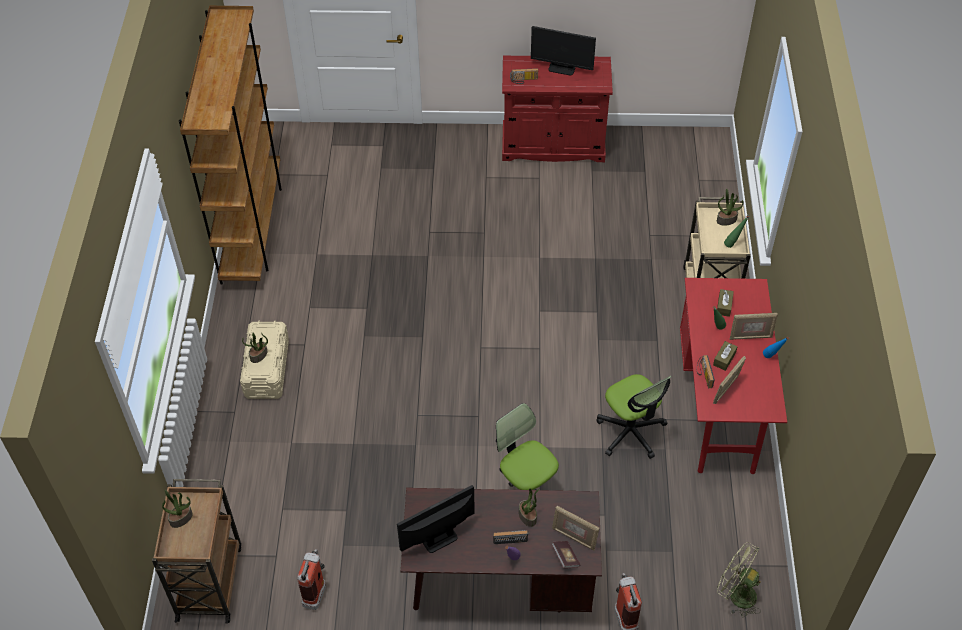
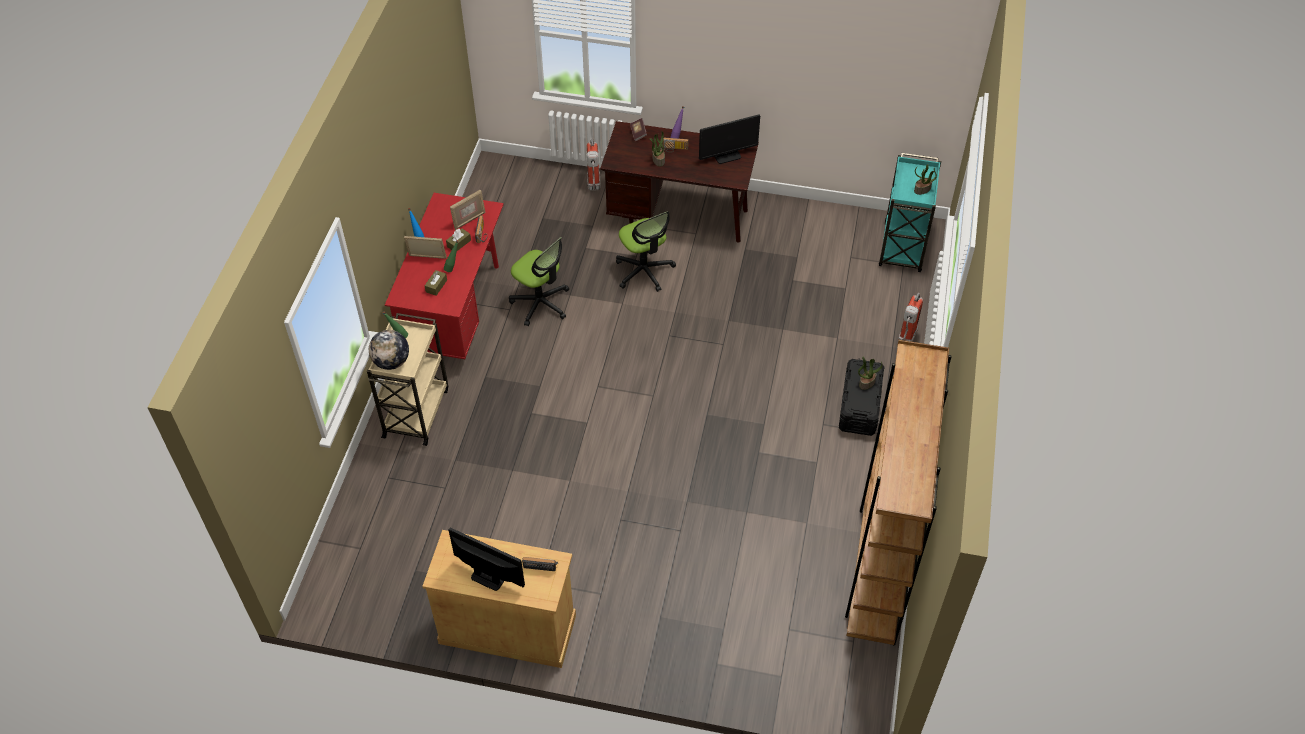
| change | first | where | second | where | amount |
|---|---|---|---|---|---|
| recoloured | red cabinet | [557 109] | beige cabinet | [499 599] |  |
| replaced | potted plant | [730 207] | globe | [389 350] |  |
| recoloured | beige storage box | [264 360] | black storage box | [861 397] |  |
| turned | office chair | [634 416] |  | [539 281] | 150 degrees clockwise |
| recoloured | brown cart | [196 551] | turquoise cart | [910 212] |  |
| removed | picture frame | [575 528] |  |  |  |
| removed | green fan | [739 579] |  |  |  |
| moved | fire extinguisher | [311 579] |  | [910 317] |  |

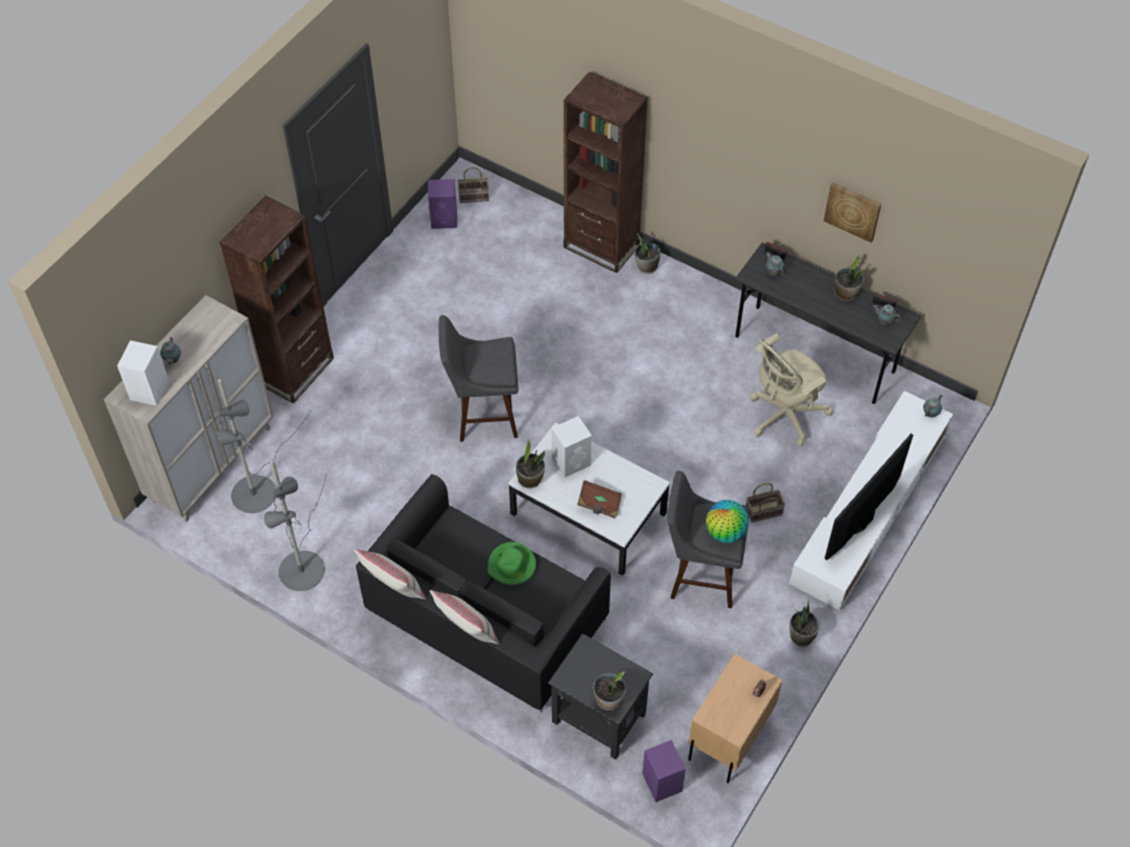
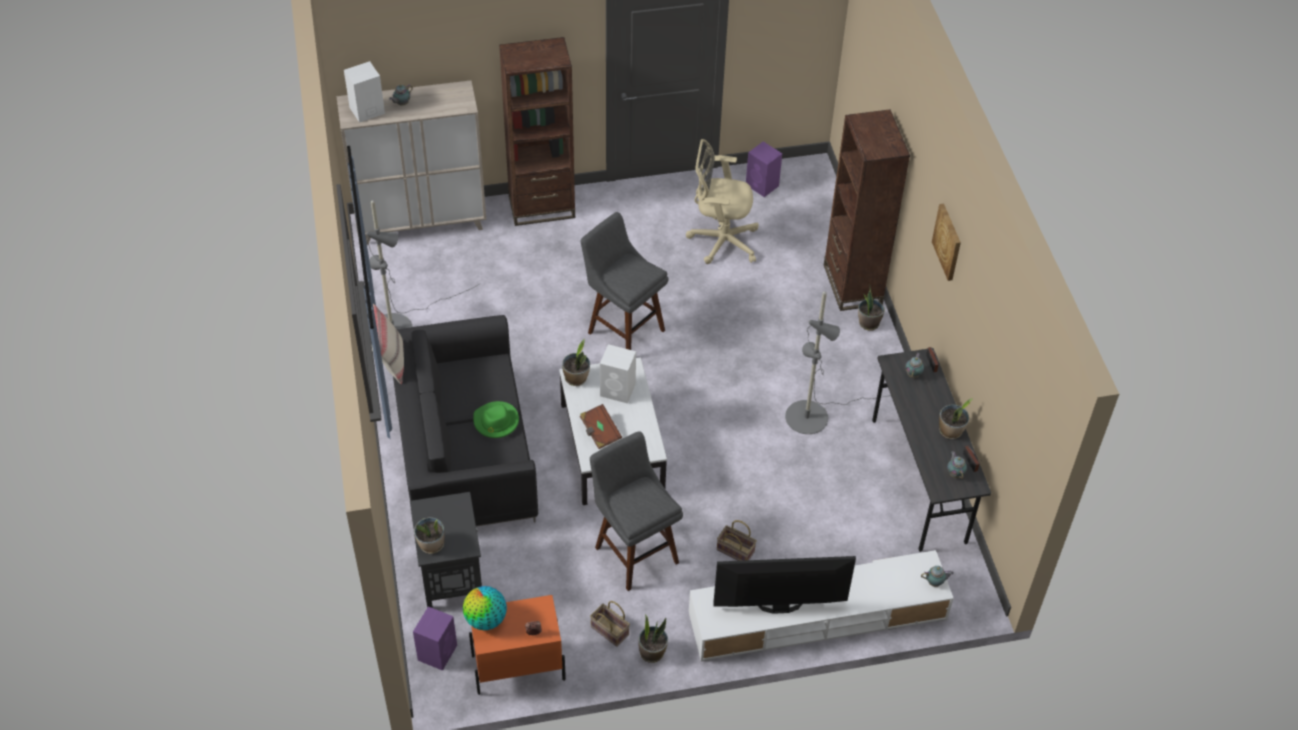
| change | first | where | second | where | amount |
|---|---|---|---|---|---|
| moved | basket | [473 185] |  | [610 624] |  |
| moved | picture | [852 212] |  | [946 242] |  |
| moved | beige office chair | [791 390] |  | [722 201] |  |
| moved | grey floor lamp | [264 446] |  | [838 362] |  |
| moved | globe | [727 521] |  | [485 608] |  |
| removed | beige pillow | [465 617] |  |  |  |
| recoloured | beige nightstand | [735 718] | orange nightstand | [517 645] |  |

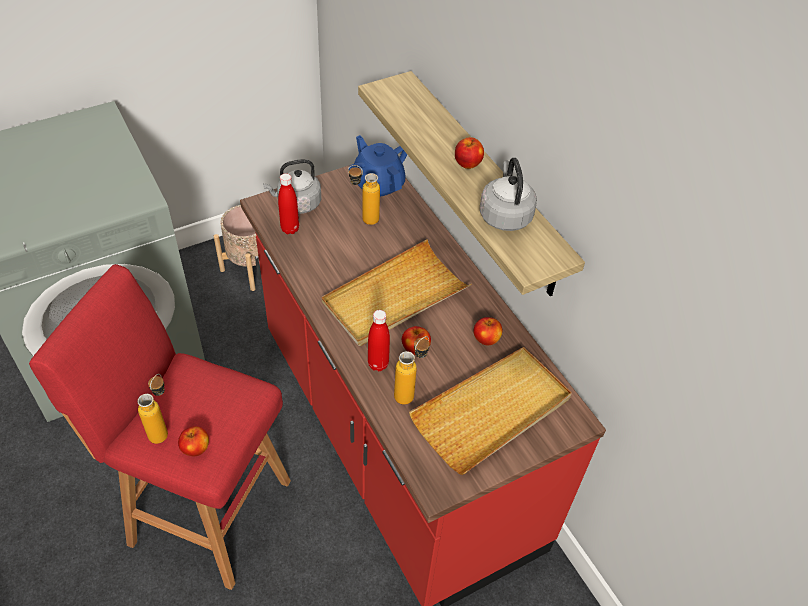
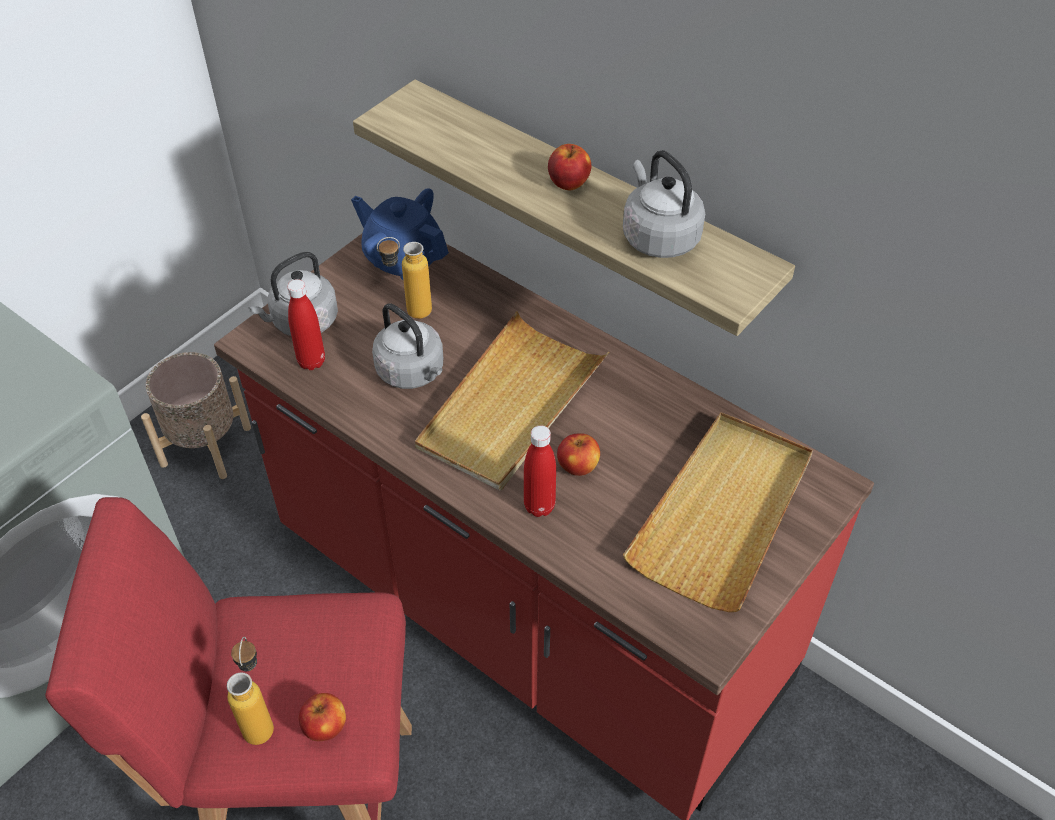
| change | first | where | second | where | amount |
|---|---|---|---|---|---|
| removed | apple | [488 331] |  |  |  |
| removed | bottle | [412 370] |  |  |  |
| added |  |  | grey kettle | [407 346] |  |

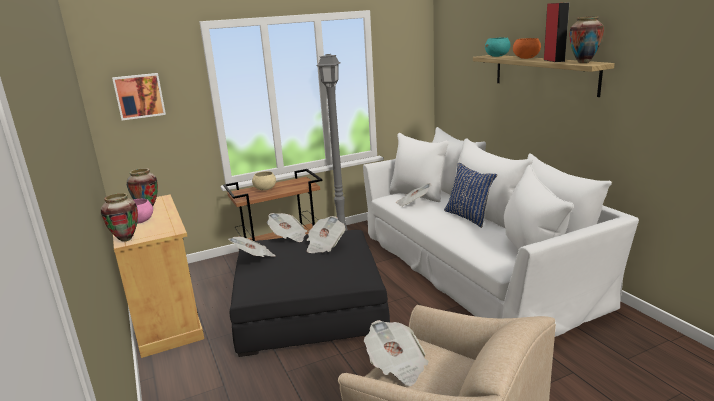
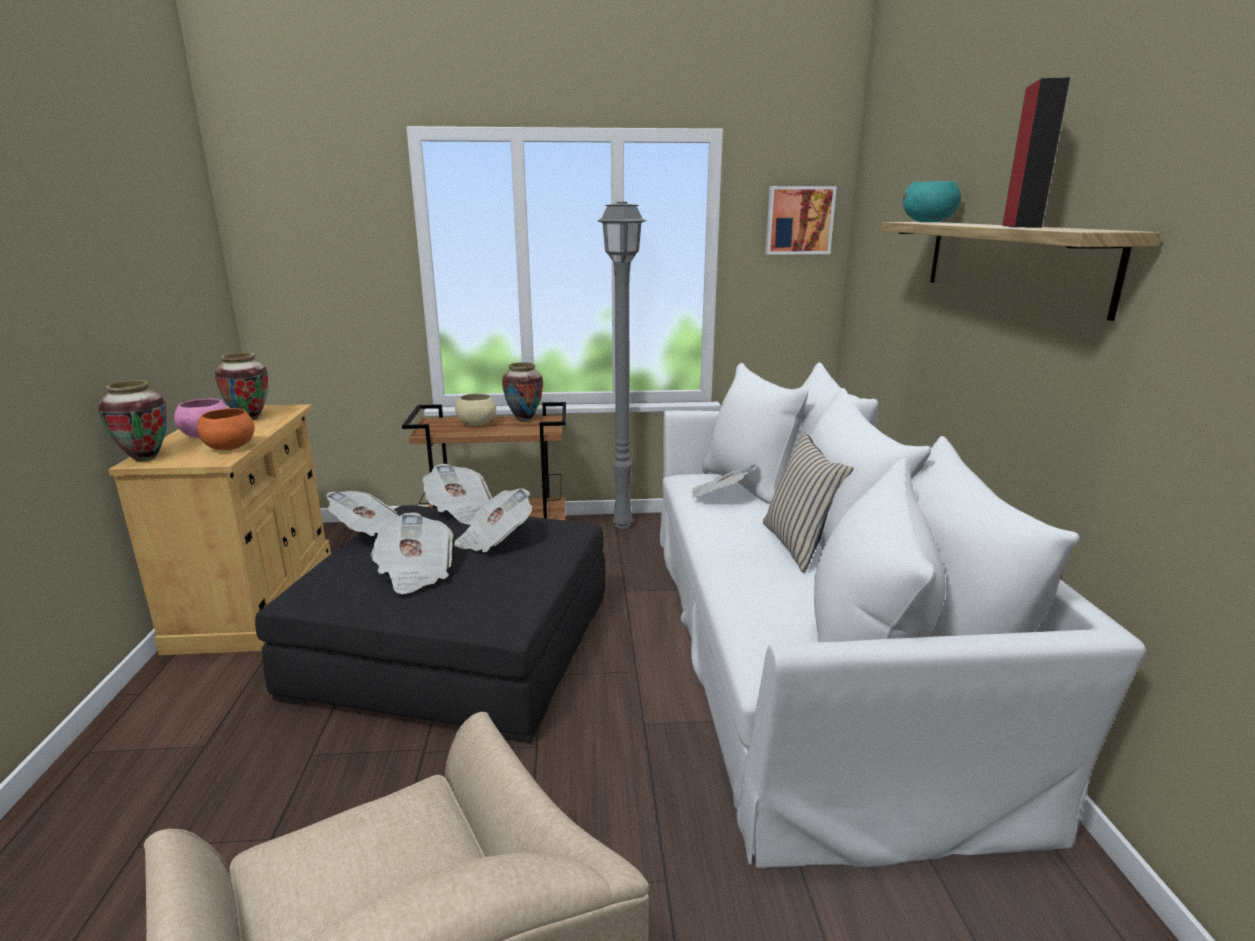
| change | first | where | second | where | amount |
|---|---|---|---|---|---|
| moved | vase | [586 39] |  | [522 391] |  |
| moved | orange bowl | [527 48] |  | [226 429] |  |
| moved | picture | [139 96] |  | [801 220] |  |
| recoloured | blue pillow | [471 195] | beige pillow | [808 502] |  |
| moved | newspaper | [396 353] |  | [412 553] |  |

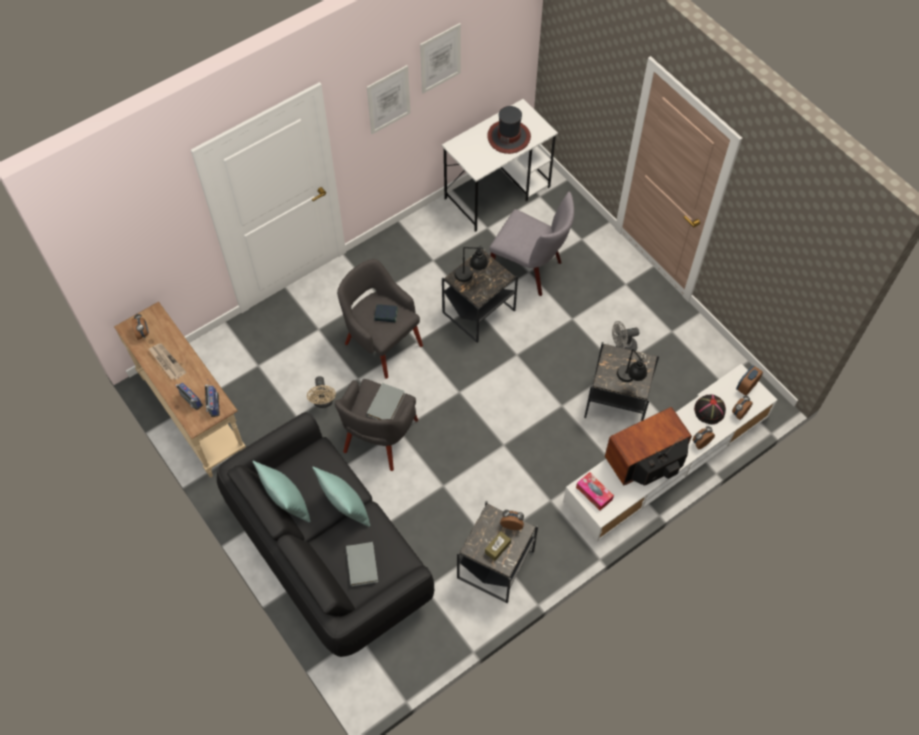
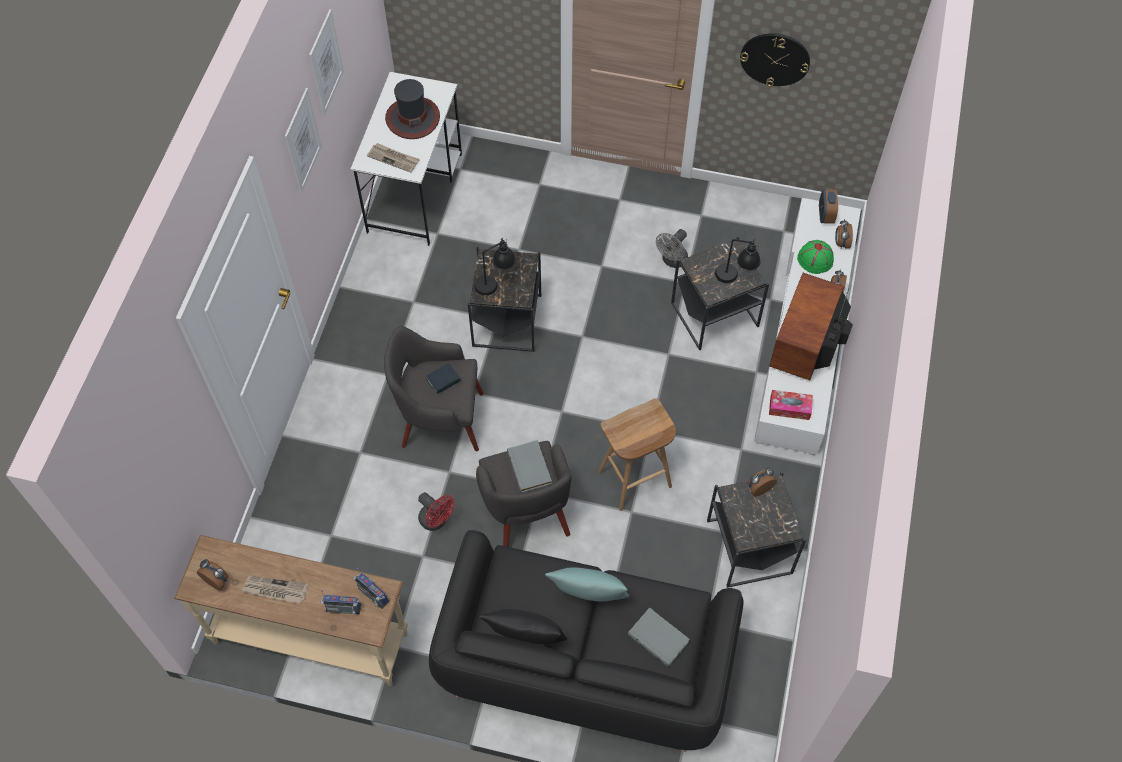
| change | first | where | second | where | amount |
|---|---|---|---|---|---|
| removed | grey chair | [531 243] |  |  |  |
| recoloured | beige fan | [321 392] | red fan | [436 511] |  |
| recoloured | black hat | [710 409] | green hat | [815 257] |  |
| recoloured | turquoise pillow | [281 491] | black pillow | [522 626] |  |
| removed | brown tissue box | [498 546] |  |  |  |
| added |  |  | wall clock | [775 60] |  |
| added |  |  | newspaper | [393 158] |  |
| added |  |  | brown stool | [637 454] |  |

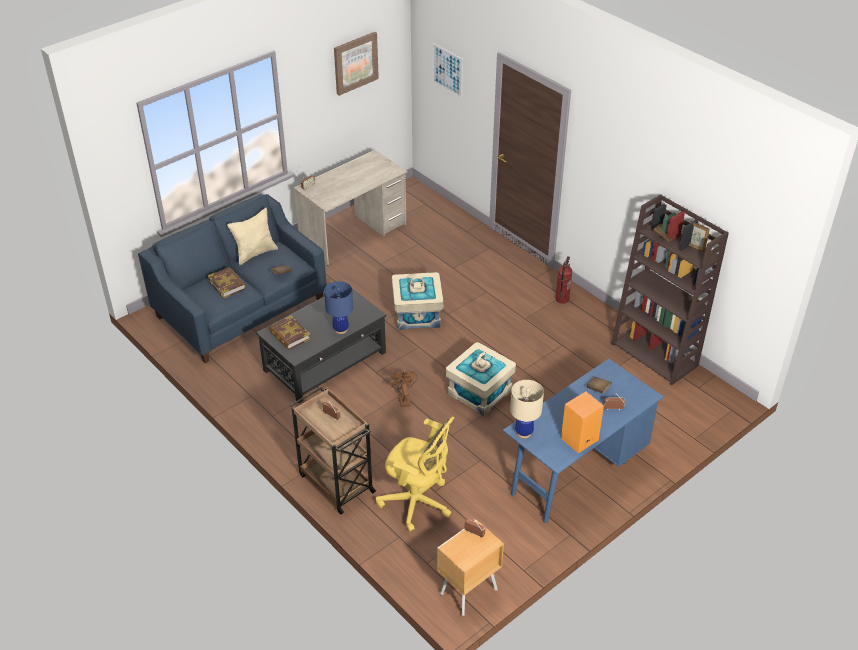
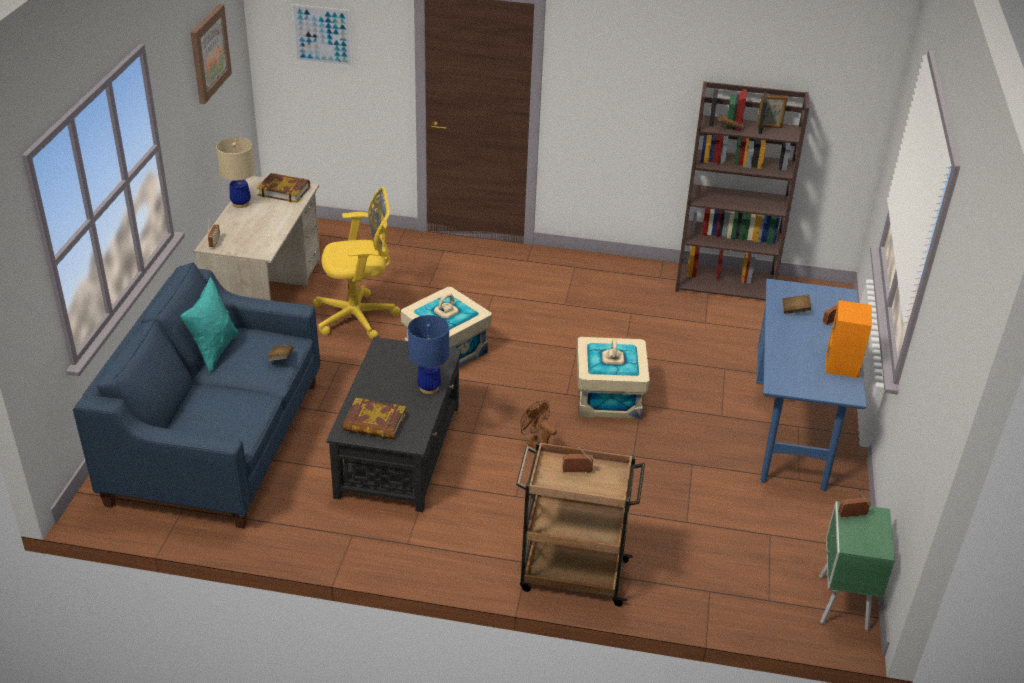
| change | first | where | second | where | amount |
|---|---|---|---|---|---|
| recoloured | beige pillow | [252 236] | turquoise pillow | [209 325] |  |
| removed | fire extinguisher | [564 280] |  |  |  |
| moved | book | [226 282] |  | [283 188] |  |
| moved | beige table lamp | [527 409] |  | [235 172] |  |
| moved | yellow office chair | [415 474] |  | [356 263] |  |
| recoloured | brown nightstand | [470 568] | green nightstand | [857 566] |  |

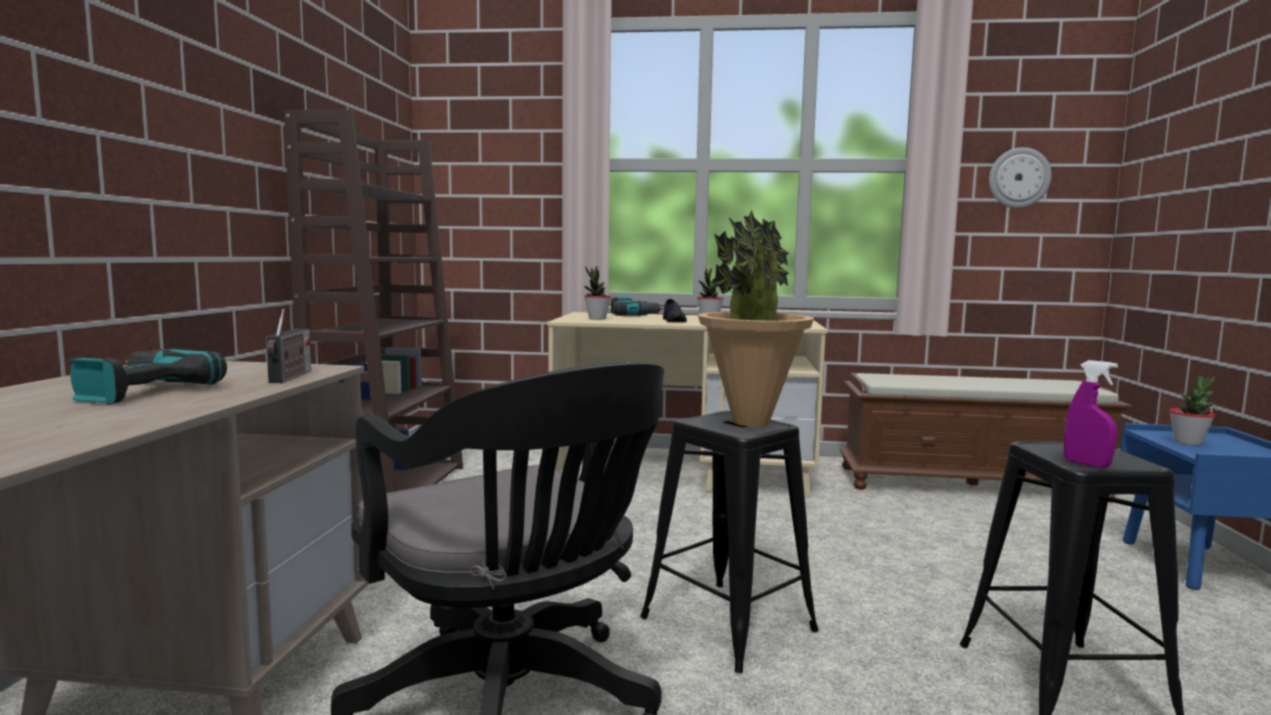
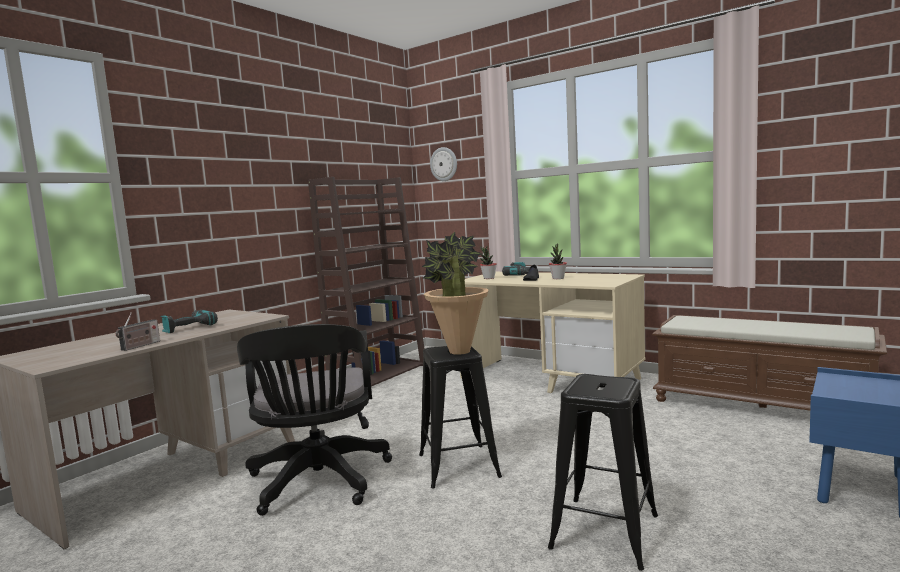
| change | first | where | second | where | amount |
|---|---|---|---|---|---|
| moved | wall clock | [1020 177] |  | [443 164] |  |
| moved | radio | [288 346] |  | [137 331] |  |
| removed | purple spray bottle | [1091 414] |  |  |  |
| removed | potted plant | [1192 409] |  |  |  |

